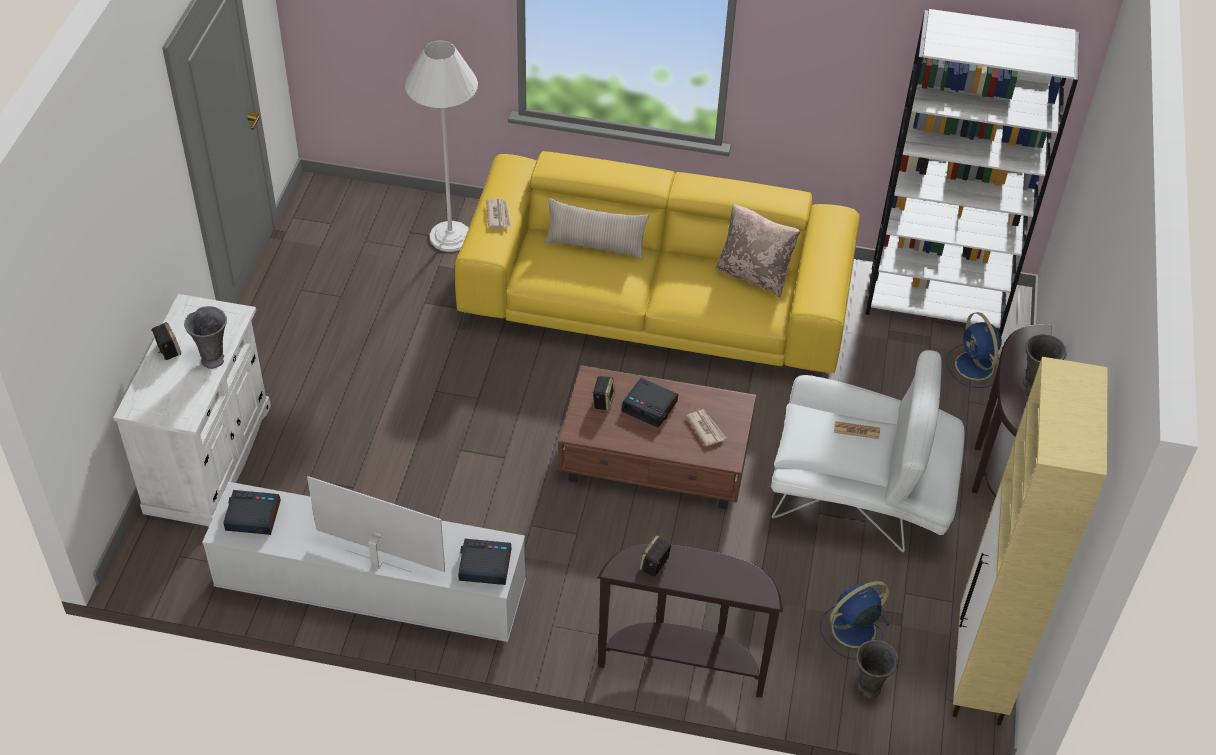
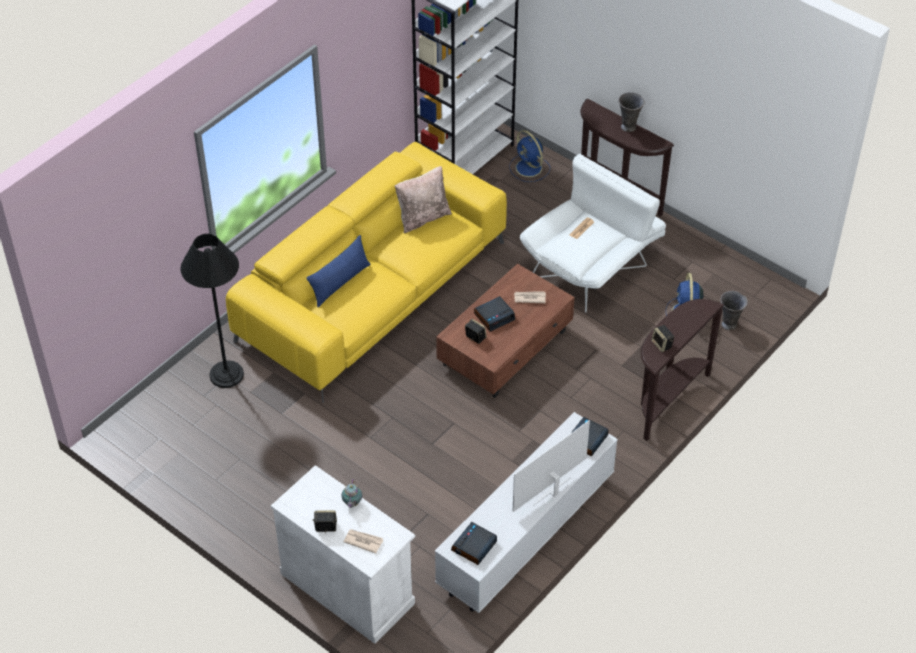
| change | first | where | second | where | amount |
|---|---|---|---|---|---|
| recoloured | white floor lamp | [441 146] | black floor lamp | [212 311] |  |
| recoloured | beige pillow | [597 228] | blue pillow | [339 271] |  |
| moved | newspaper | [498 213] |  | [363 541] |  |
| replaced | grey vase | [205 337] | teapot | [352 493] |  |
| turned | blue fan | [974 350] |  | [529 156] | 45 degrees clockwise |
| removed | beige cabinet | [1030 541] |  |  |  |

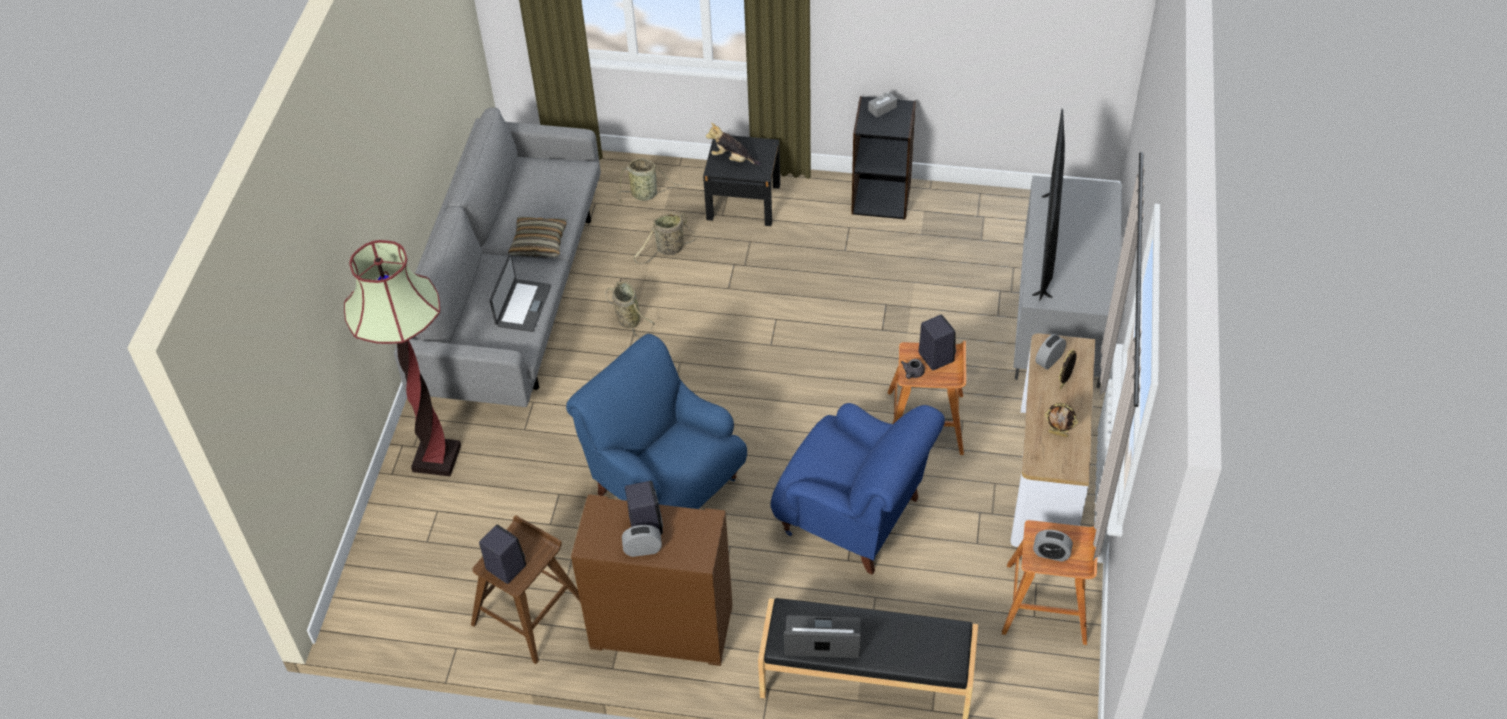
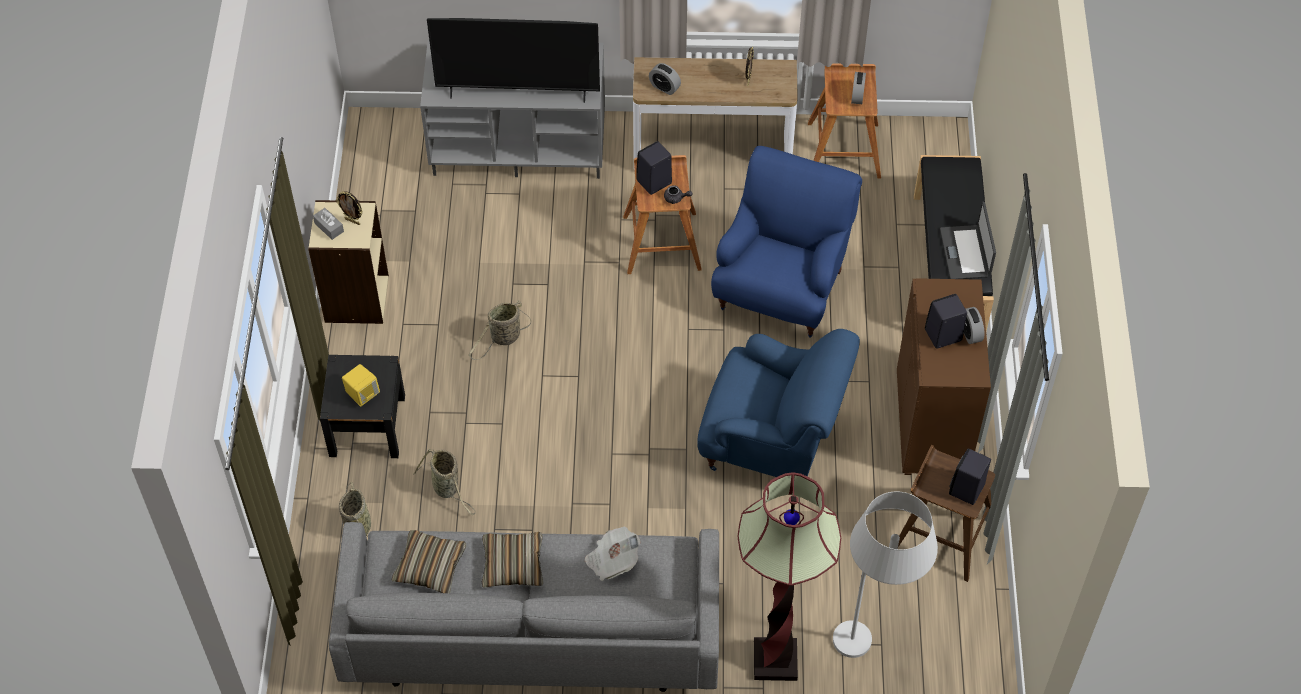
| change | first | where | second | where | amount |
|---|---|---|---|---|---|
| recoloured | black bookcase | [883 158] | beige bookcase | [348 262] |  |
| replaced | plush toy | [733 144] | yellow speaker | [361 385] |  |
| replaced | laptop | [520 293] | newspaper | [613 554] |  |
| moved | basket | [630 309] |  | [499 330] |  |
| turned | blue armchair | [656 421] |  | [778 403] | 105 degrees counterclockwise |
| moved | picture frame | [1067 369] |  | [349 208] |  |
| added |  |  | white floor lamp | [885 575] |  |
| added |  |  | pillow | [428 561] |  |

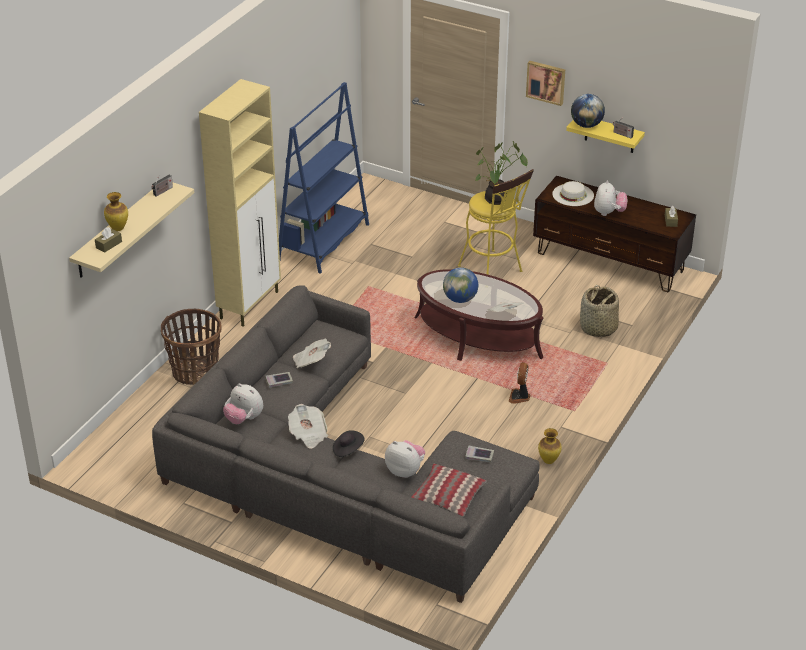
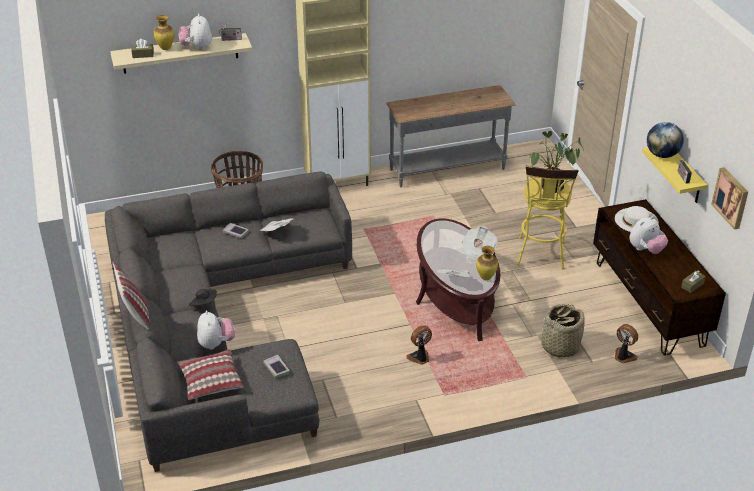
| change | first | where | second | where | amount |
|---|---|---|---|---|---|
| moved | picture | [545 83] |  | [729 198] |  |
| replaced | blue bookcase | [324 178] | grey console table | [451 136] |  |
| removed | globe | [460 285] |  |  |  |
| moved | plush toy | [243 403] |  | [195 32] |  |
| moved | newspaper | [308 426] |  | [480 245] |  |
| moved | vase | [550 446] |  | [487 263] |  |
| added |  |  | pillow | [131 296] |  |
| added |  |  | fan | [626 343] |  |

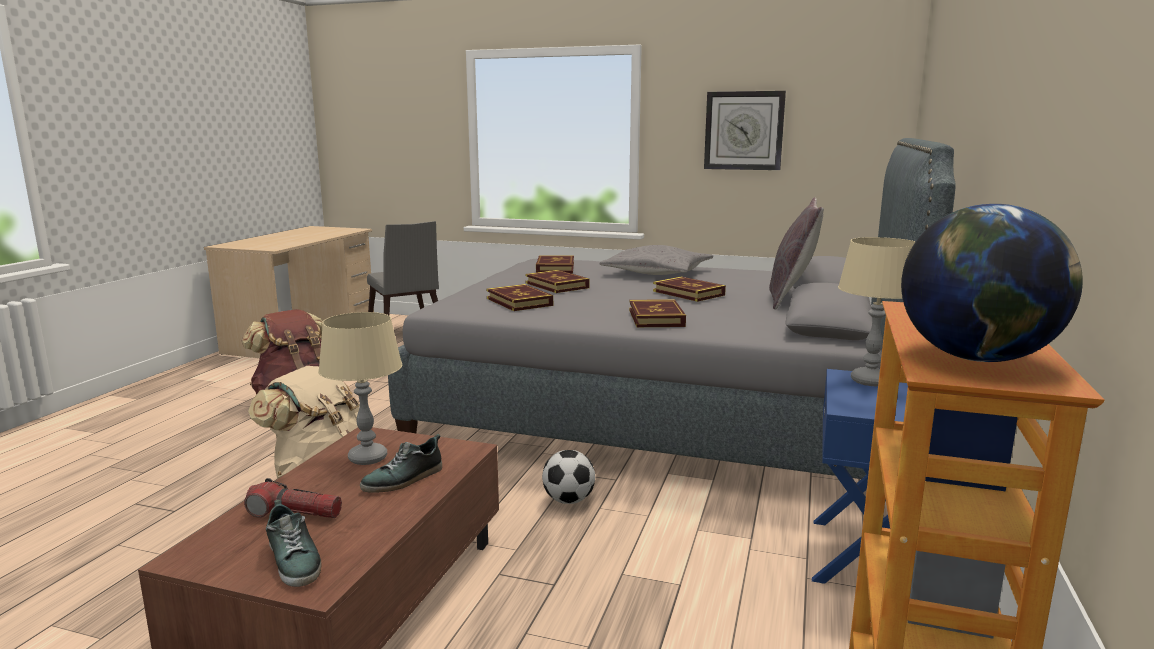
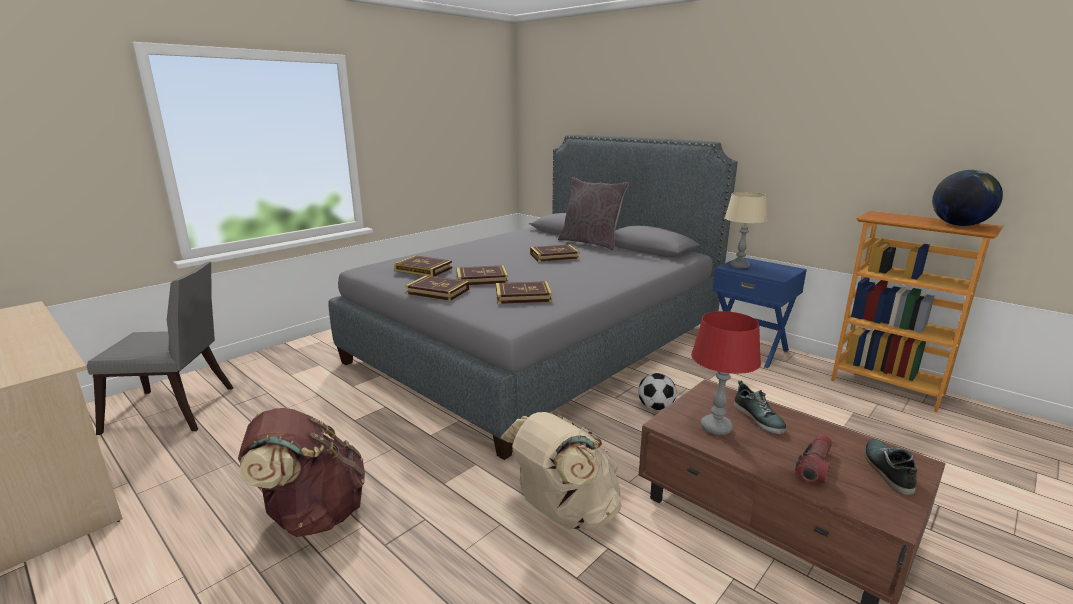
| change | first | where | second | where | amount |
|---|---|---|---|---|---|
| removed | wall clock | [745 130] |  |  |  |
| removed | grey pillow | [656 260] |  |  |  |
| moved | book | [657 313] |  | [437 288] |  |
| recoloured | beige table lamp | [360 388] | red table lamp | [726 373] |  |
| turned | shoe | [293 543] |  | [890 467] | 75 degrees counterclockwise |

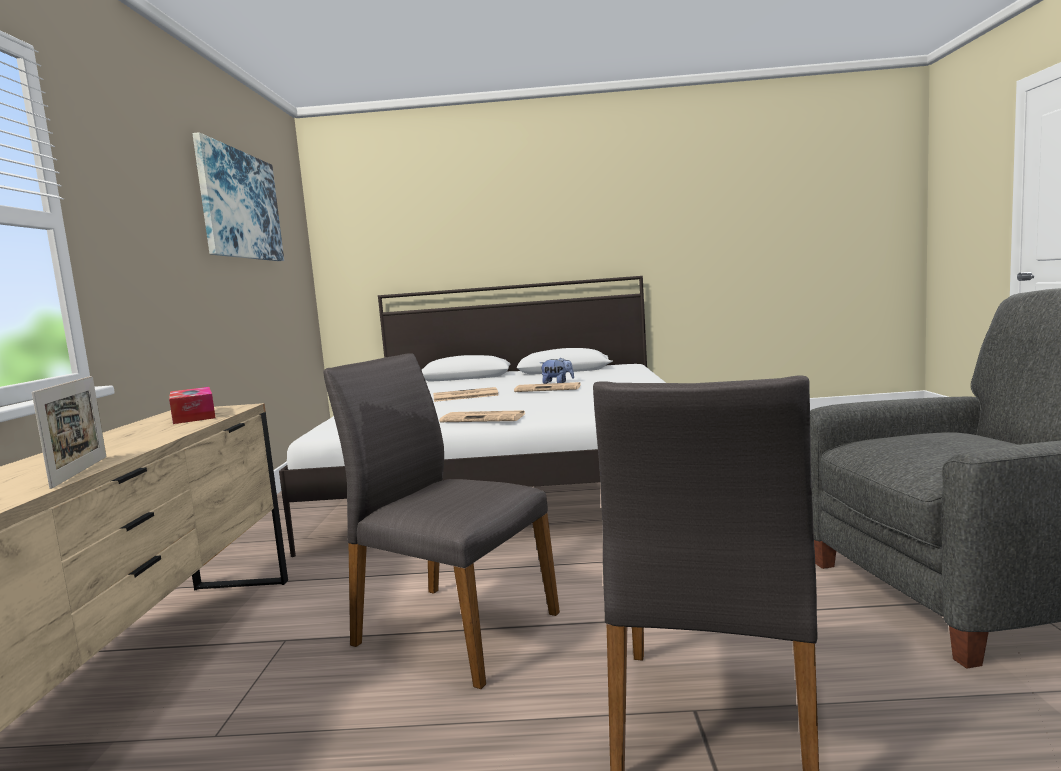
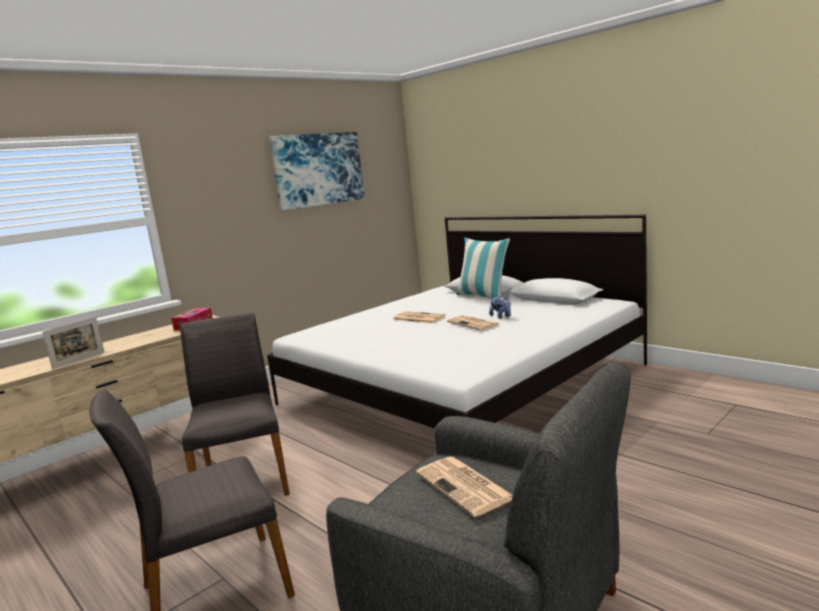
| change | first | where | second | where | amount |
|---|---|---|---|---|---|
| moved | newspaper | [482 416] |  | [464 487] |  |
| added |  |  | pillow | [483 268] |  |

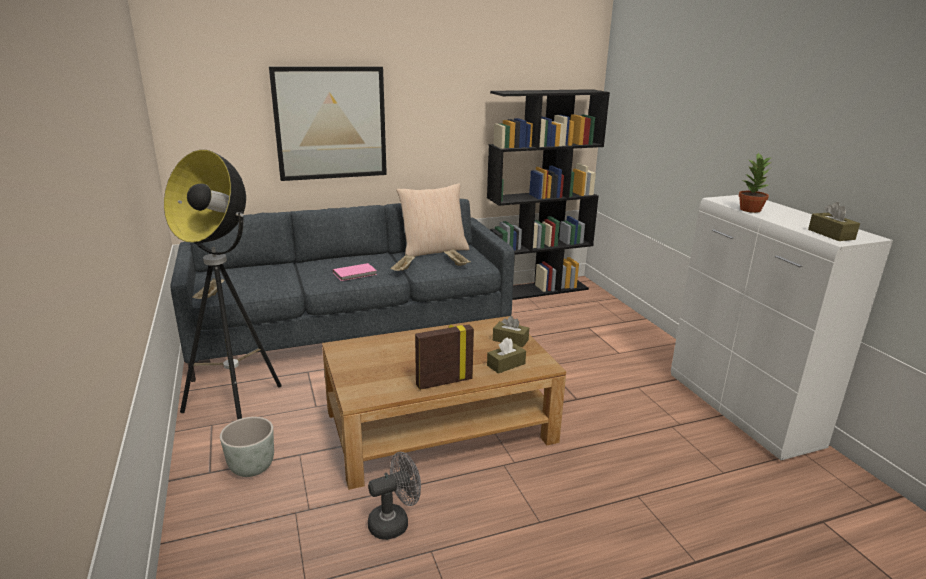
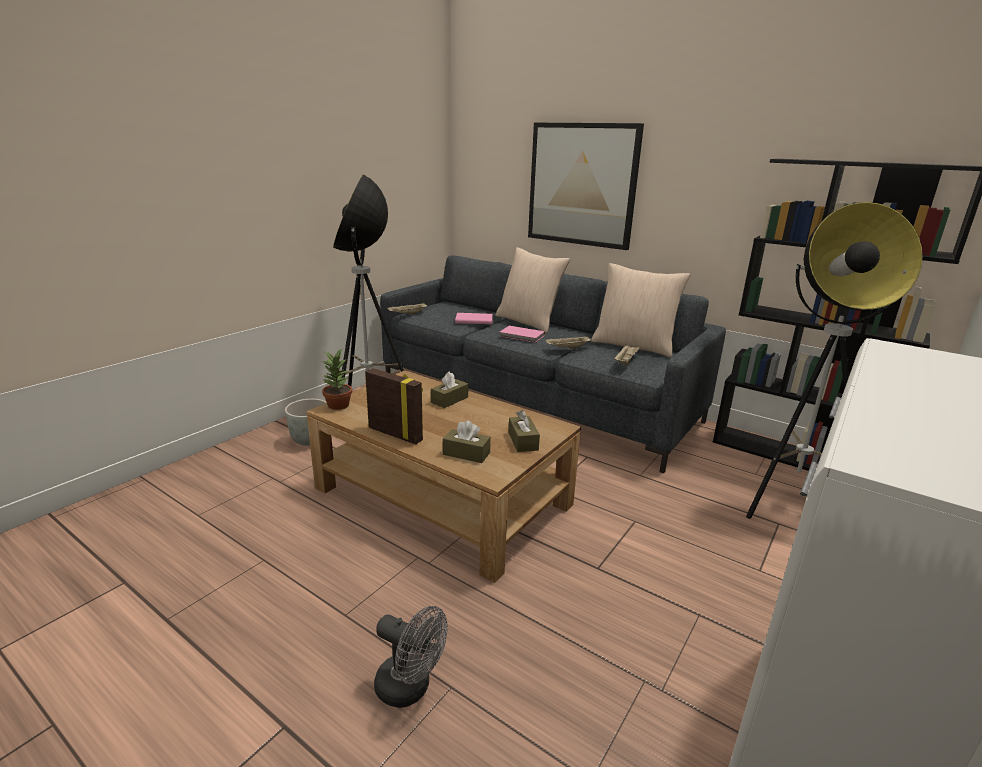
| change | first | where | second | where | amount |
|---|---|---|---|---|---|
| moved | potted plant | [756 182] |  | [337 379] |  |
| moved | brown tissue box | [834 221] |  | [449 389] |  |
| moved | grey fan | [394 496] |  | [411 657] |  |
| added |  |  | floor lamp | [834 360] |  |
| added |  |  | beige pillow | [533 290] |  |
| added |  |  | pink book | [474 318] |  |

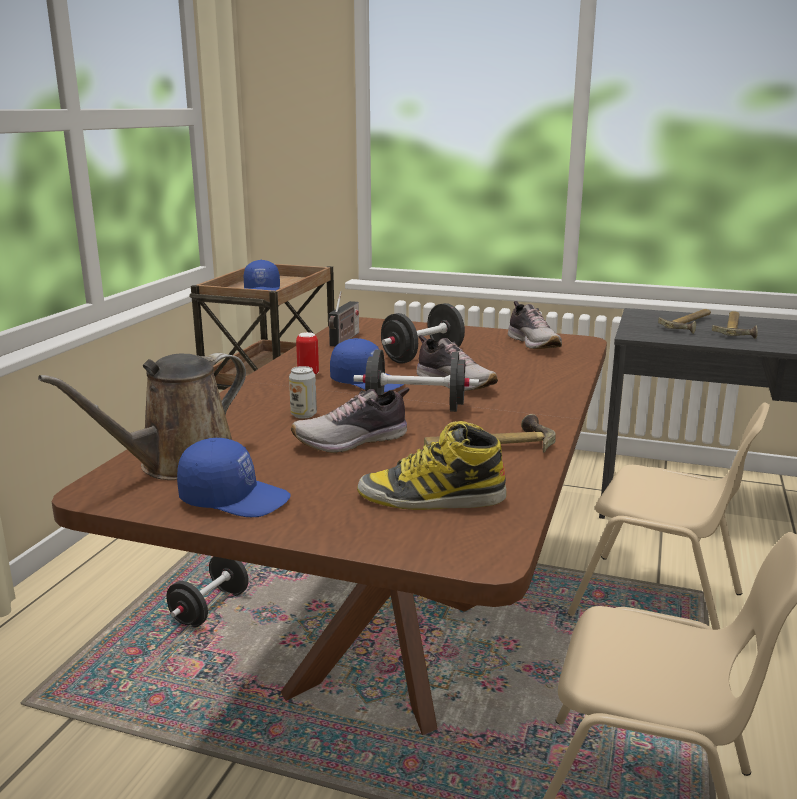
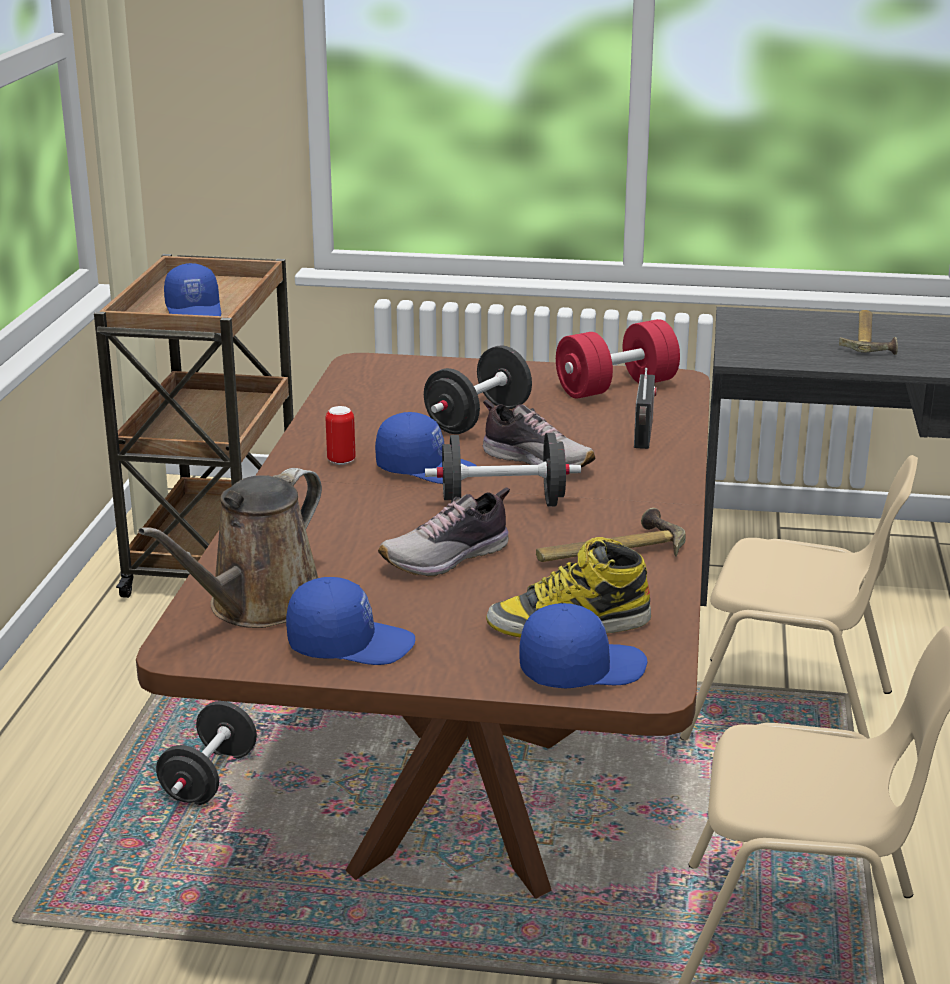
| change | first | where | second | where | amount |
|---|---|---|---|---|---|
| moved | radio | [344 318] |  | [645 408] |  |
| replaced | shoe | [535 325] | red dumbbell | [618 358] |  |
| removed | hammer | [684 321] |  |  |  |
| removed | can | [303 392] |  |  |  |
| added |  |  | blue cap | [583 645] |  |

